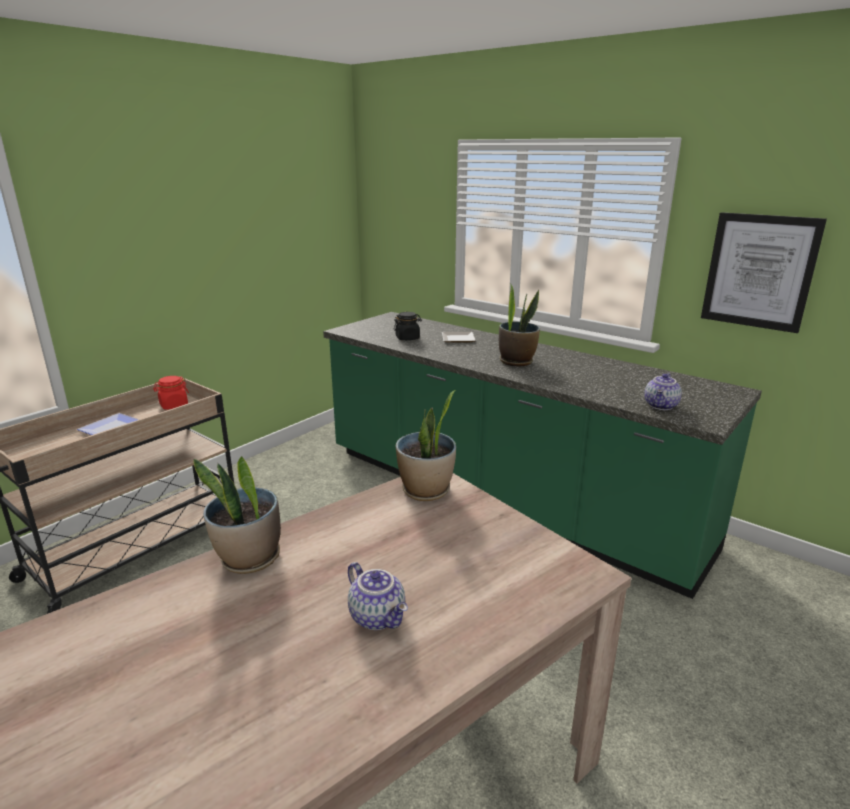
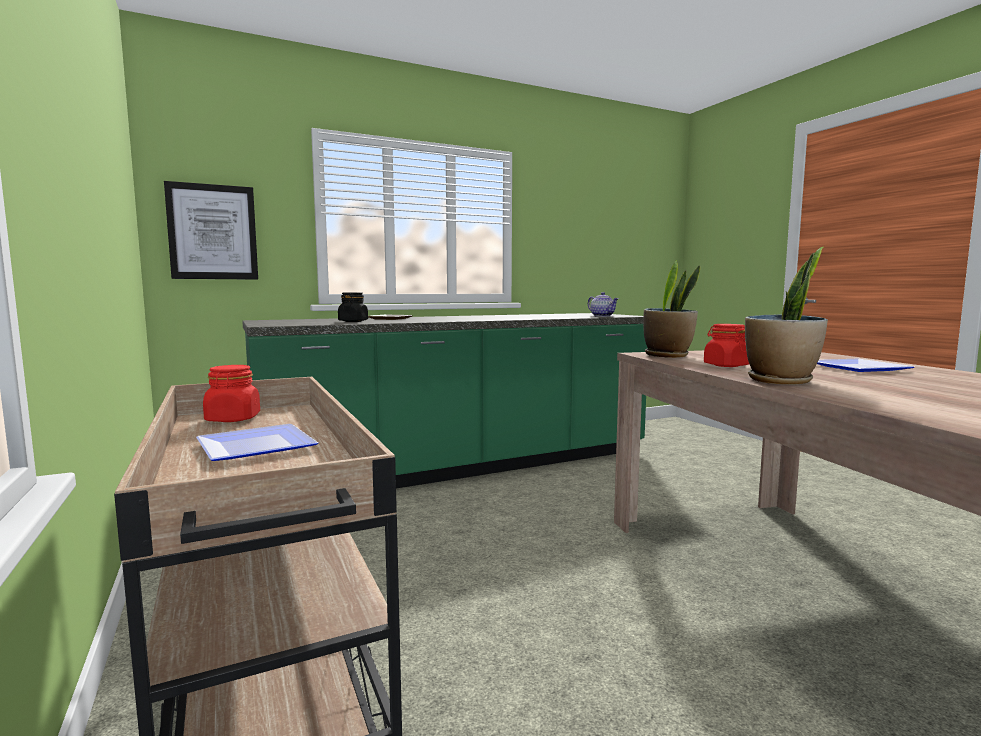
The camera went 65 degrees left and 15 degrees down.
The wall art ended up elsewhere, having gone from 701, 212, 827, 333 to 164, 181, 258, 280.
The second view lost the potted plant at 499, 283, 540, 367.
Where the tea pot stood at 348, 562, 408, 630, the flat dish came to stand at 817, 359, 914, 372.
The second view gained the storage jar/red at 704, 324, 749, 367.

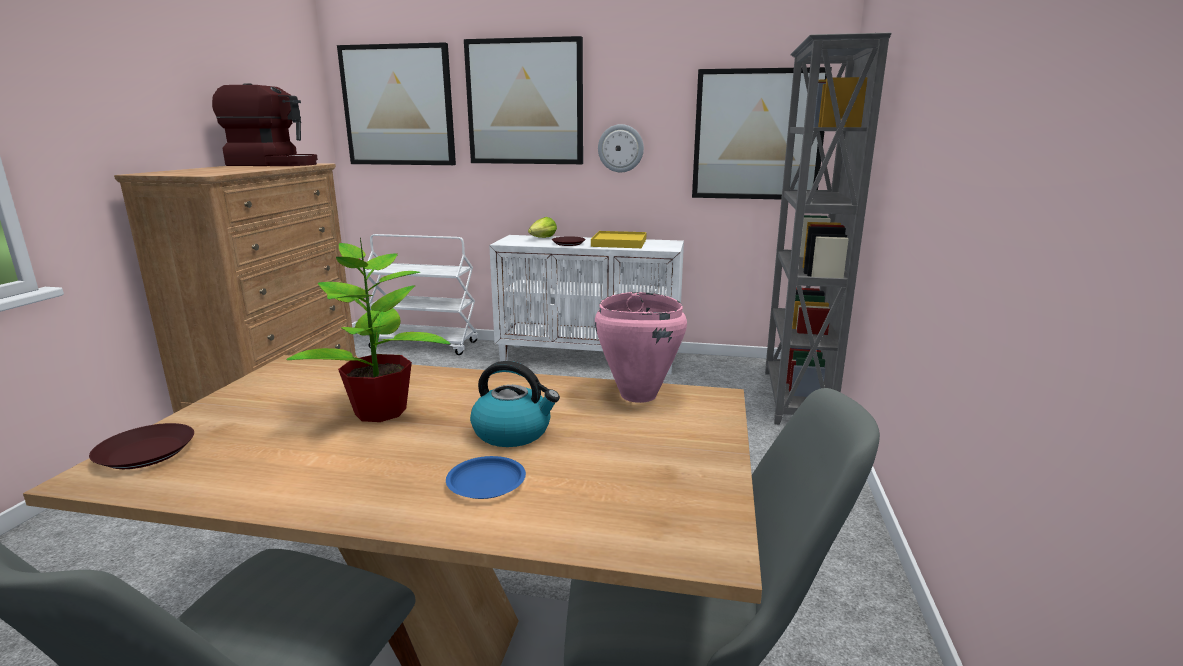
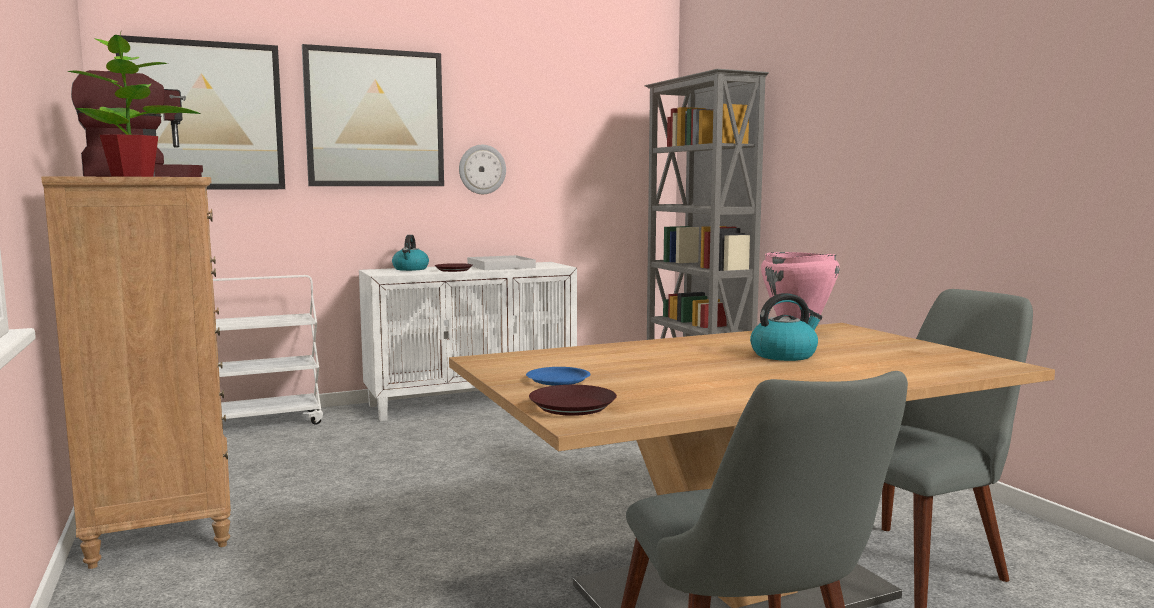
The camera went 35 degrees left and 10 degrees down.
The second view lost the wall art at 692, 67, 832, 199.
Where the head of lettuce stood at 528, 217, 557, 238, the water kettle came to stand at 392, 235, 429, 271.
What was the carrying tray/yellow at 591, 231, 646, 248 turned into the carrying tray/white at 467, 255, 536, 270.
The potted plant ended up elsewhere, having gone from 286, 238, 450, 422 to 68, 34, 201, 177.
The flat dish/blue-coloured ended up elsewhere, having gone from 446, 456, 526, 499 to 526, 367, 591, 386.

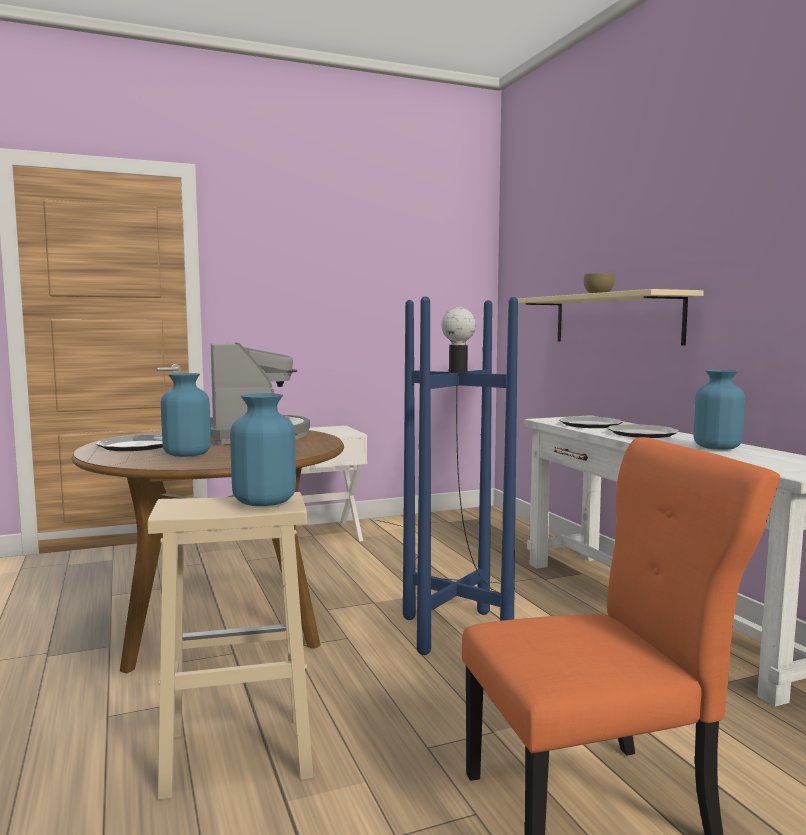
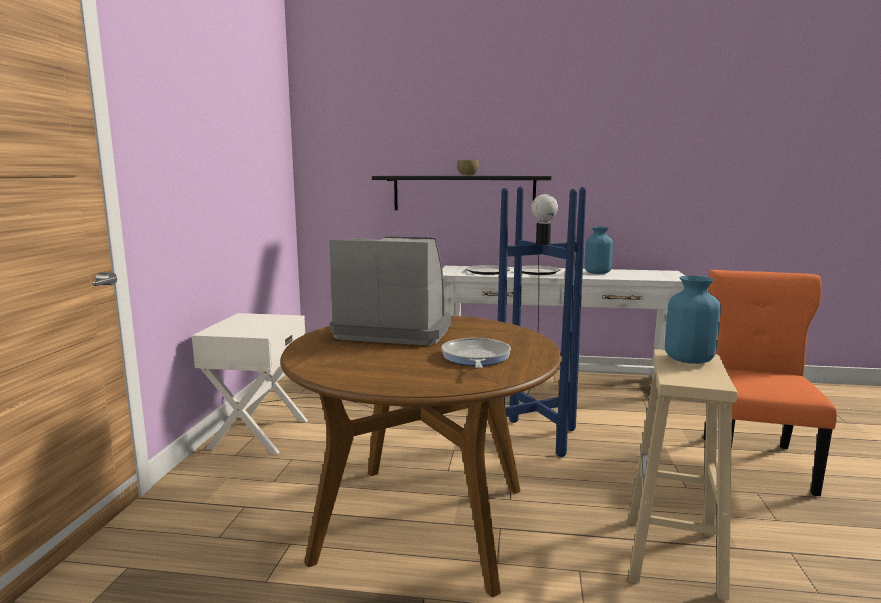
The camera went 60 degrees left and 5 degrees up.
What was the wall shelf/beige at 518, 289, 704, 346 turned into the wall shelf/black at 372, 176, 551, 210.
Where the vase/blue-coloured stood at 161, 373, 211, 457, the frying pan came to stand at 441, 338, 511, 369.
The second view lost the flat dish at 96, 435, 163, 451.

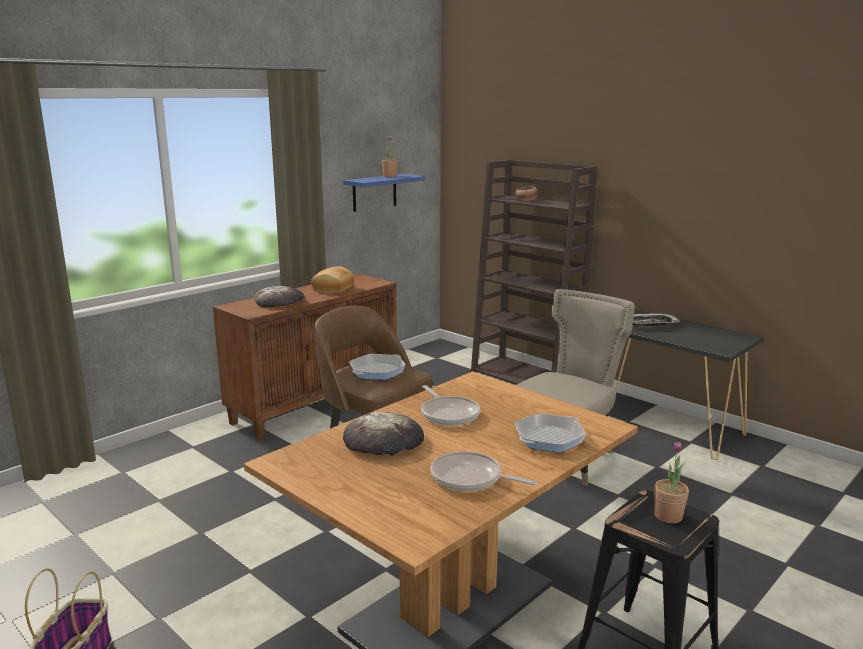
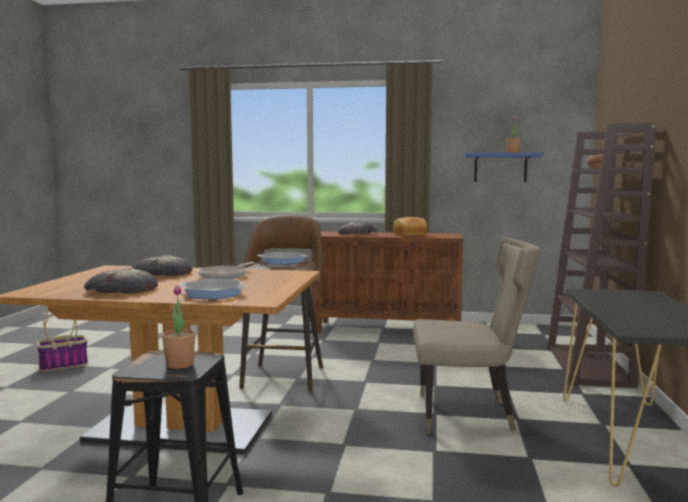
The camera went 55 degrees right and 10 degrees down.
The second view lost the carrying tray at 633, 313, 680, 326.
Where the frying pan stood at 431, 451, 537, 491, the bakery bread came to stand at 84, 268, 158, 294.

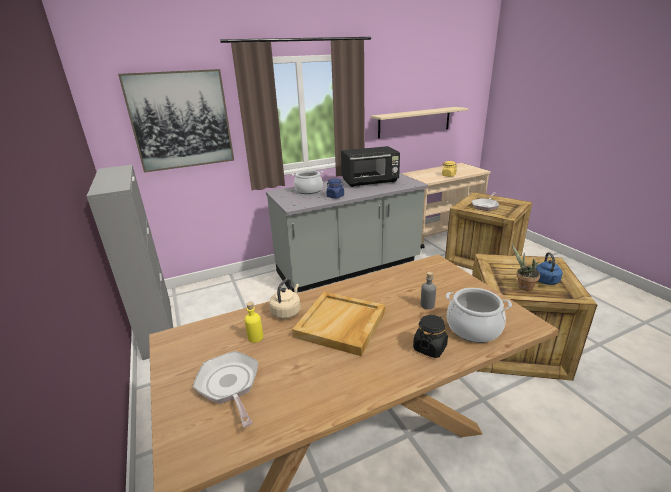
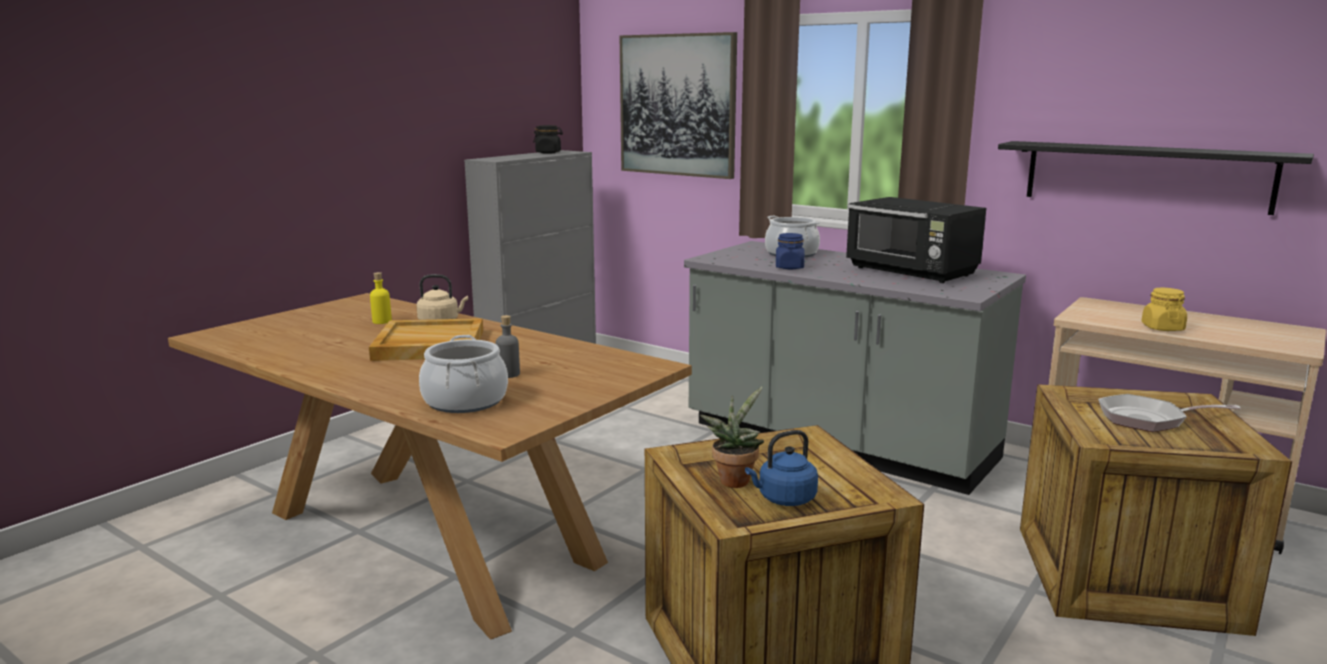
The camera went 60 degrees right and 10 degrees down.
What was the wall shelf/beige at 371, 107, 468, 138 turned into the wall shelf/black at 998, 141, 1314, 215.
The storage jar/black ended up elsewhere, having gone from 413, 315, 448, 358 to 533, 125, 563, 154.
The second view lost the frying pan at 193, 351, 258, 427.

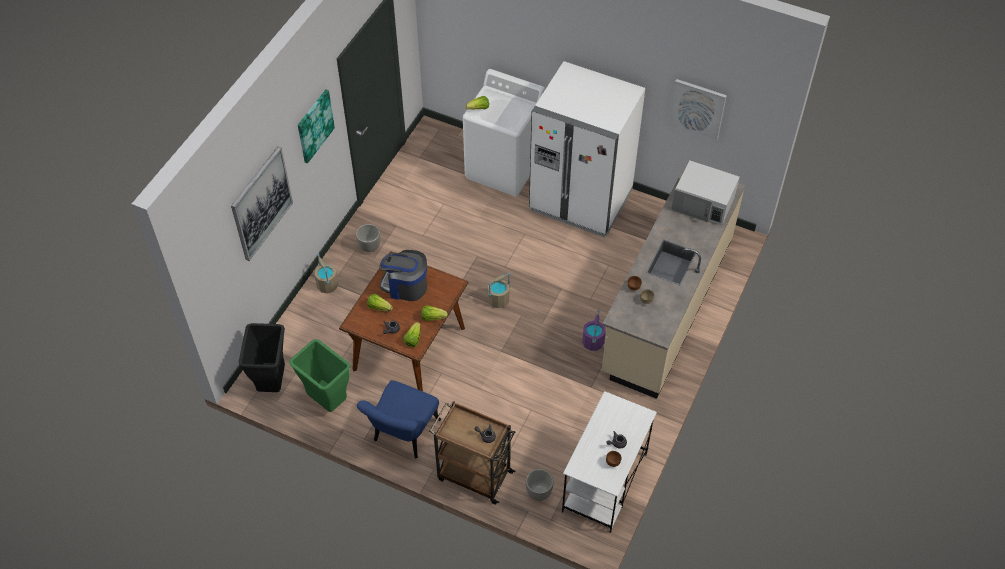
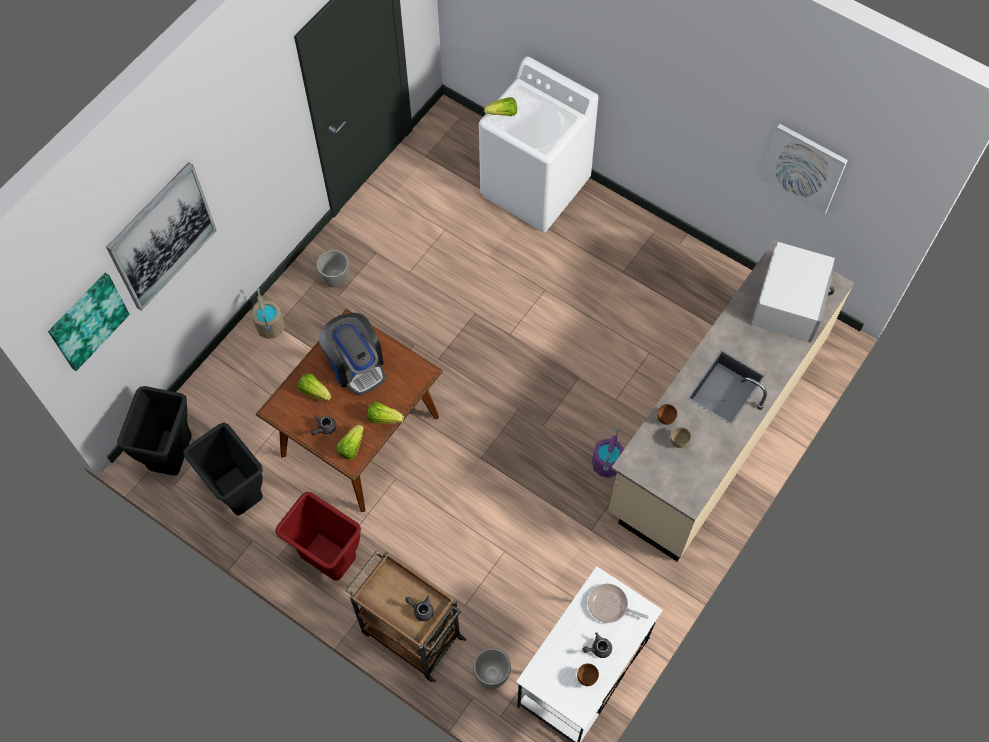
The camera went 10 degrees right and 10 degrees up.
The second view lost the refrigerator/white at 529, 61, 645, 238.
The wall art ended up elsewhere, having gone from 298, 89, 335, 164 to 48, 273, 130, 371.
The kitchen microwave/white at 672, 160, 740, 225 ended up facing another way, 105 degrees counterclockwise from before.
The coffee brewer at 380, 250, 427, 301 ended up facing another way, 150 degrees counterclockwise from before.
The second view lost the pail/beige at 488, 273, 510, 308.
What was the trash can/greenish at 289, 339, 350, 412 turned into the trash can/black at 183, 423, 263, 516.
Where the upright chair/blue-coloured stood at 357, 380, 441, 458, the trash can/red came to stand at 275, 492, 361, 581.
The second view gained the frying pan at 588, 584, 648, 623.

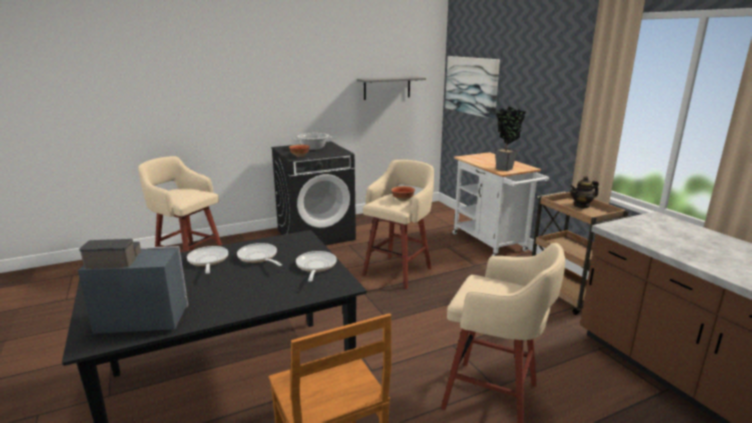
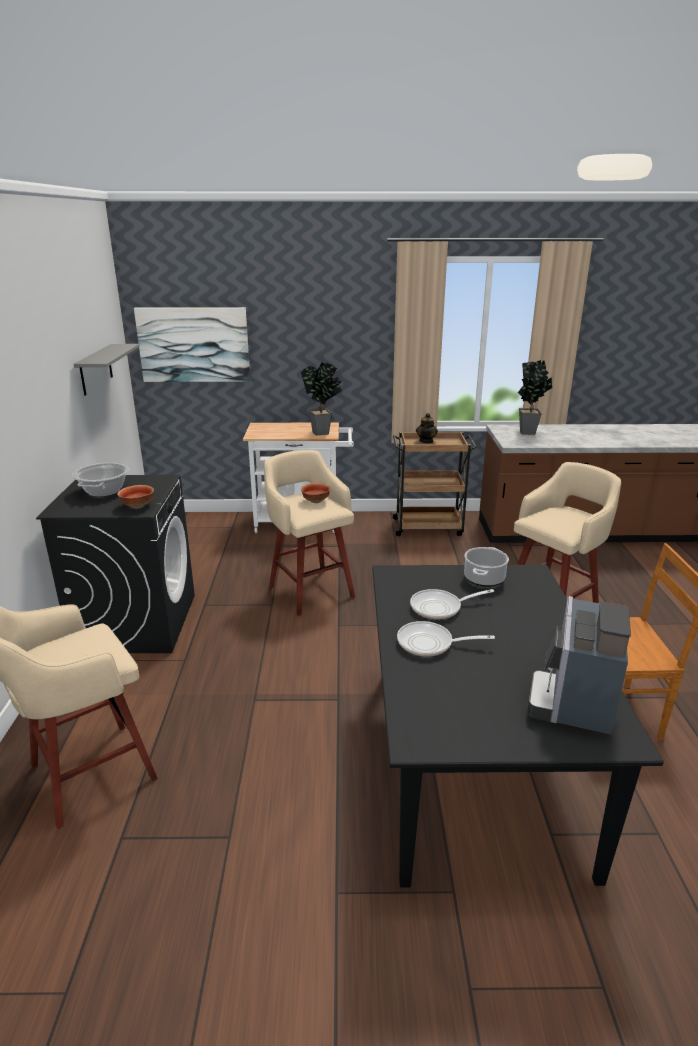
The camera went 65 degrees left and 5 degrees up.
Where the frying pan stood at 296, 251, 337, 282, the stockpot came to stand at 464, 547, 509, 587.
The second view gained the potted plant at 518, 360, 552, 435.

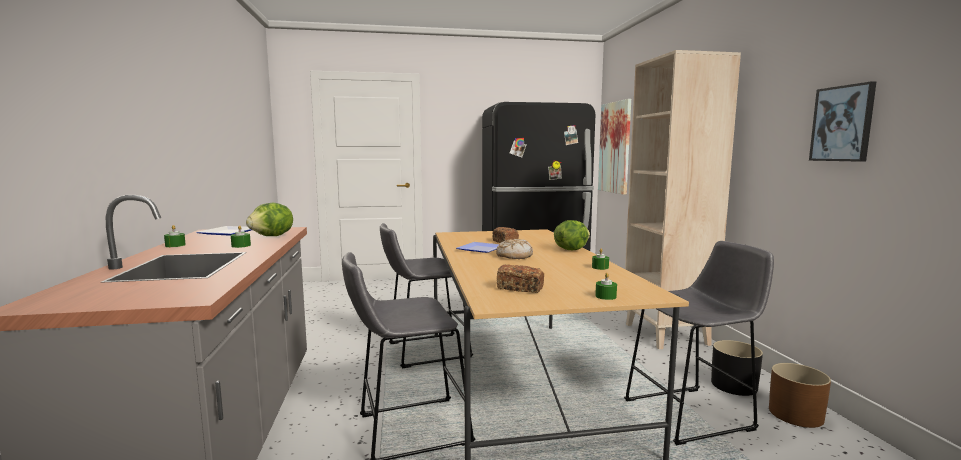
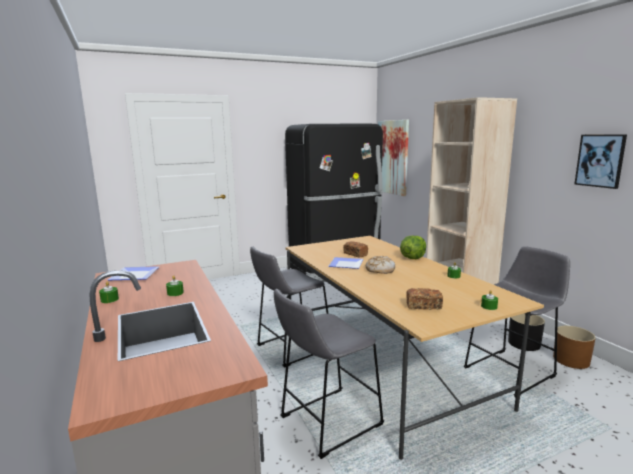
The camera went 15 degrees left and 5 degrees up.
The second view lost the head of lettuce at 246, 203, 293, 236.

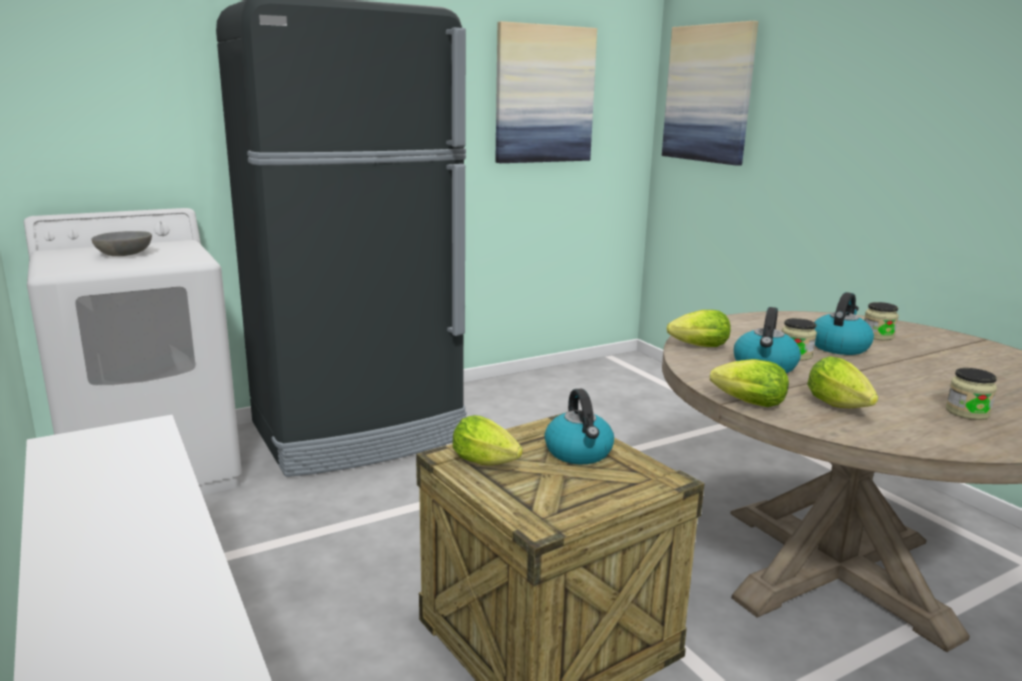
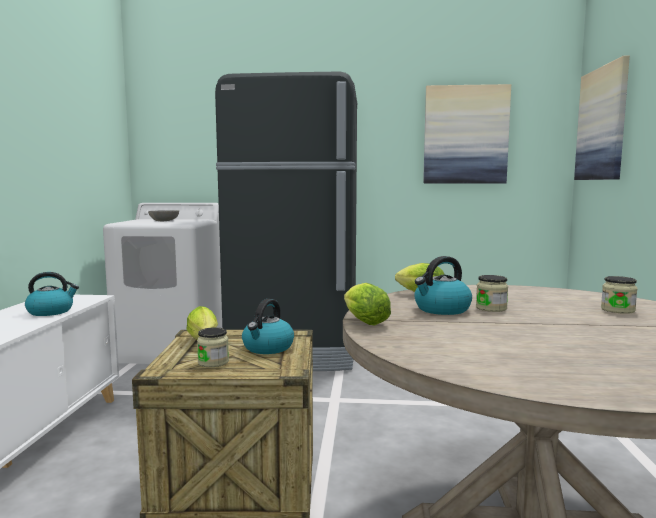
The camera went 35 degrees right and 10 degrees down.
The water kettle ended up elsewhere, having gone from 814, 292, 874, 355 to 25, 272, 79, 316.
The second view lost the head of lettuce at 807, 357, 878, 408.
The storage jar ended up elsewhere, having gone from 946, 368, 997, 420 to 197, 327, 229, 367.

